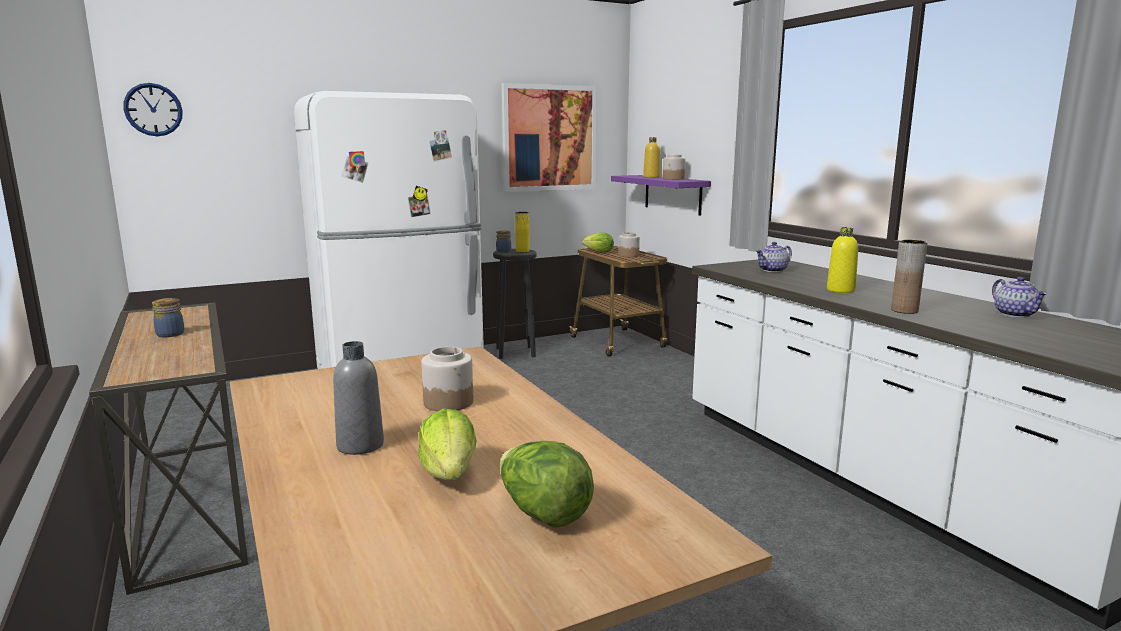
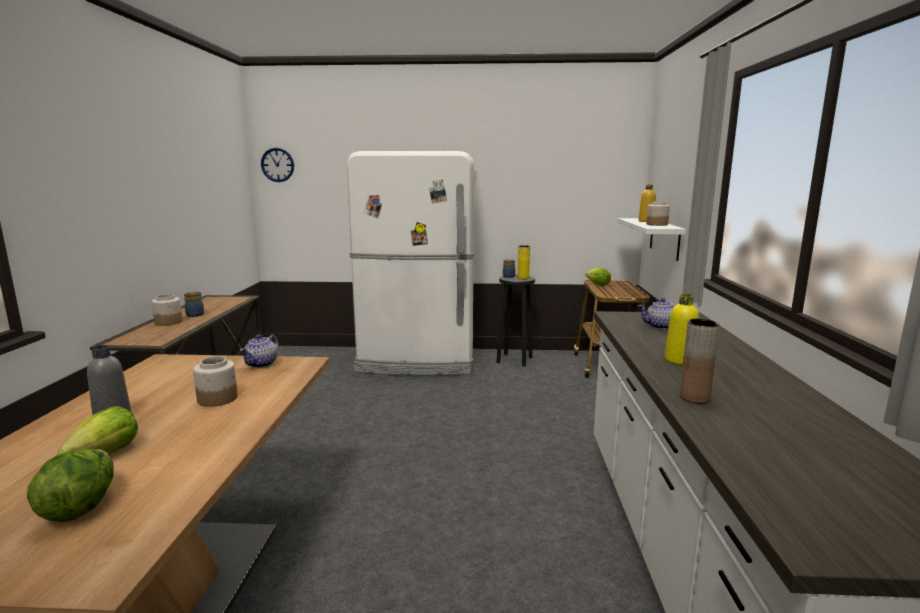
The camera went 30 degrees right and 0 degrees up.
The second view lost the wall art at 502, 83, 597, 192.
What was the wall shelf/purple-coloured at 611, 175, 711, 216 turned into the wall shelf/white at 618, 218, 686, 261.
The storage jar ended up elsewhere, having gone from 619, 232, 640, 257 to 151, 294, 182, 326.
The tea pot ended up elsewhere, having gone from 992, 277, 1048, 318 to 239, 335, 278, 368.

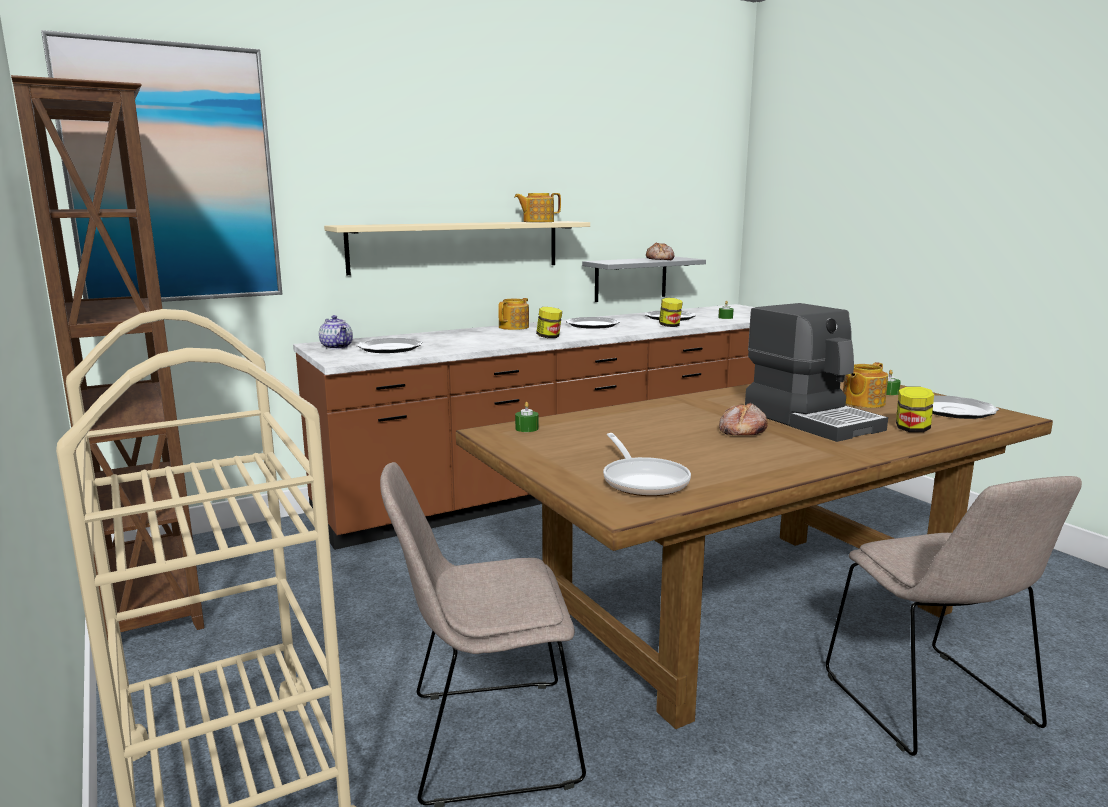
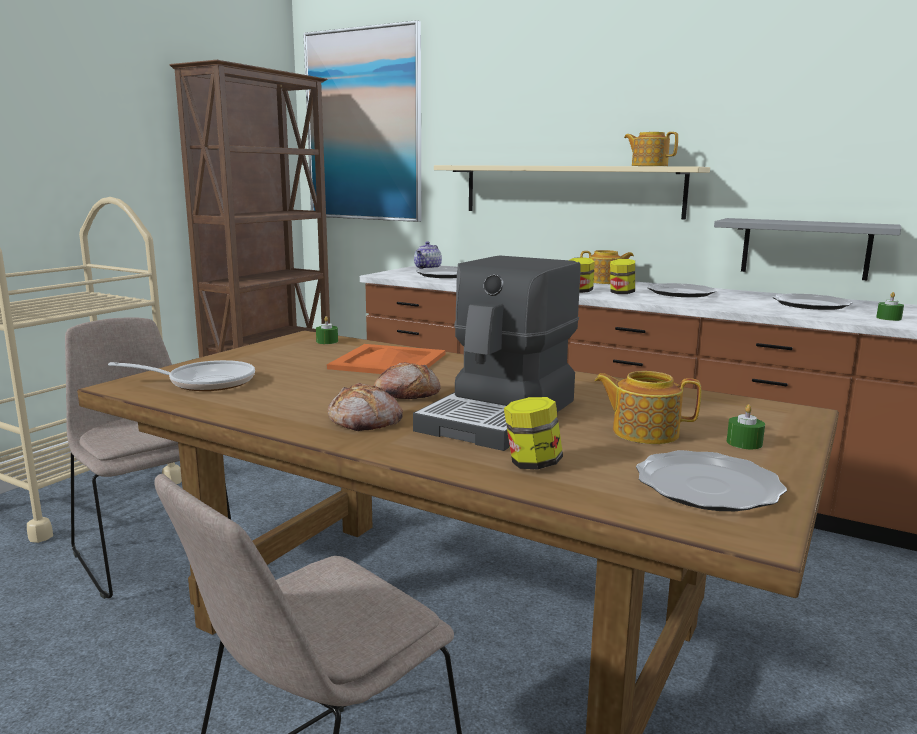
The camera went 60 degrees right and 0 degrees up.
The bakery bread ended up elsewhere, having gone from 646, 243, 674, 260 to 328, 383, 403, 431.
The storage jar ended up elsewhere, having gone from 659, 298, 683, 327 to 610, 259, 635, 294.
The frying pan at 603, 433, 691, 496 ended up facing another way, 135 degrees counterclockwise from before.
The second view gained the carrying tray/orangey at 327, 344, 445, 374.

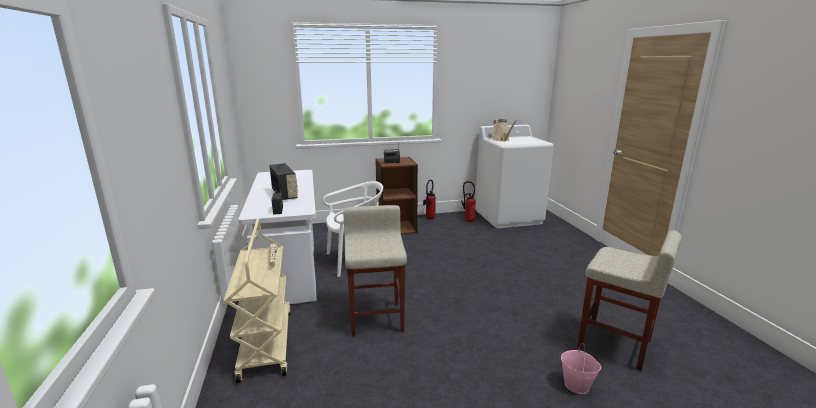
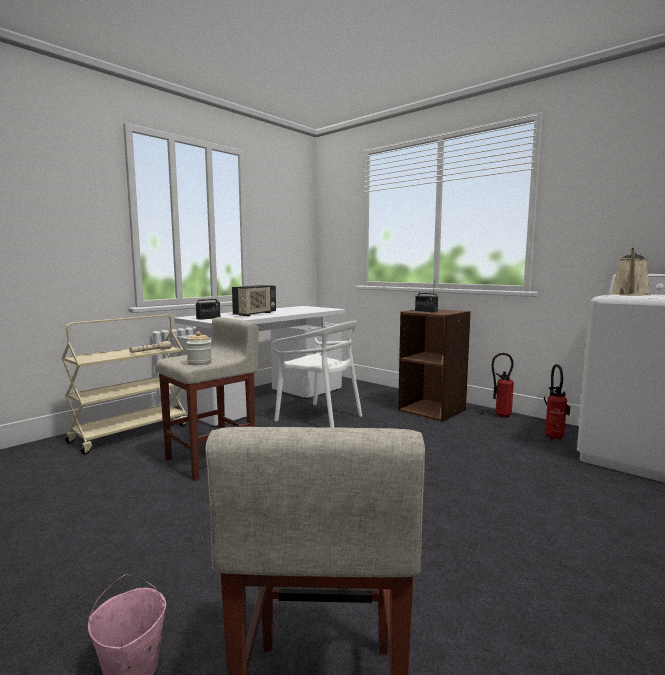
The camera went 55 degrees right and 10 degrees down.
The second view gained the storage jar at 186, 331, 212, 365.

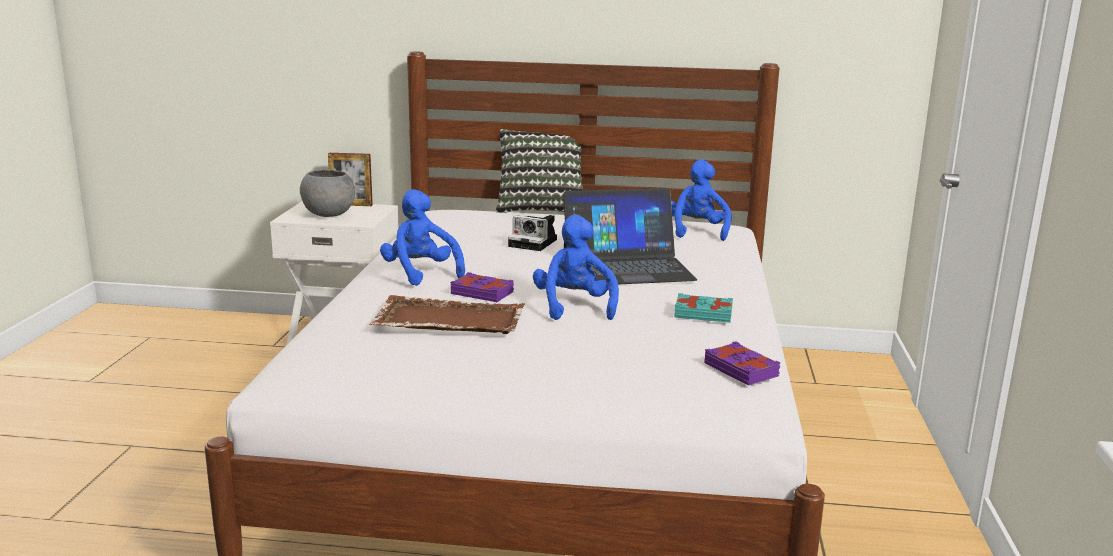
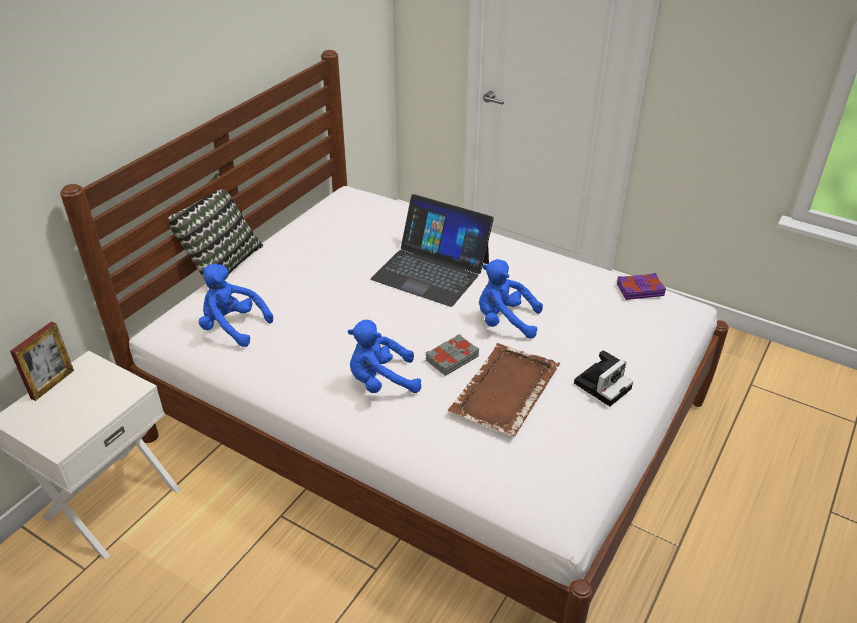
The camera went 65 degrees left and 20 degrees up.
The soft toy/blue-coloured ended up elsewhere, having gone from 671, 159, 732, 241 to 199, 264, 273, 347.
The second view lost the serving bowl/grey at 300, 169, 355, 217.
The laptop at 563, 188, 697, 284 ended up facing another way, 105 degrees clockwise from before.
The still camera ended up elsewhere, having gone from 508, 215, 557, 251 to 574, 350, 633, 406.
What was the volume/purple-coloured at 450, 272, 514, 302 turned into the volume/grey at 425, 334, 479, 376.
The second view lost the volume/turquoise at 674, 293, 733, 323.

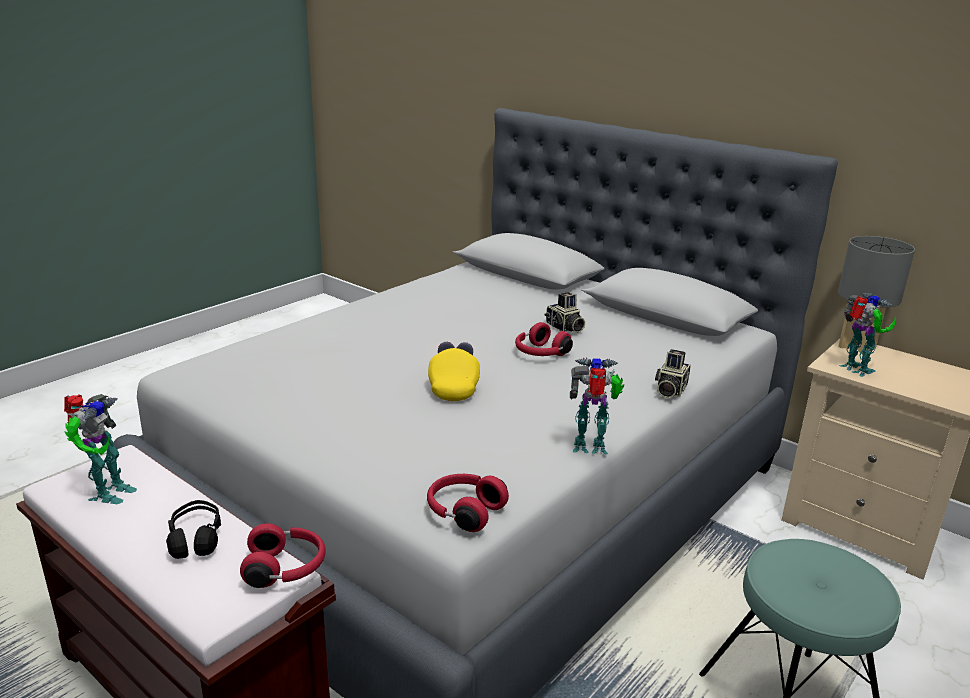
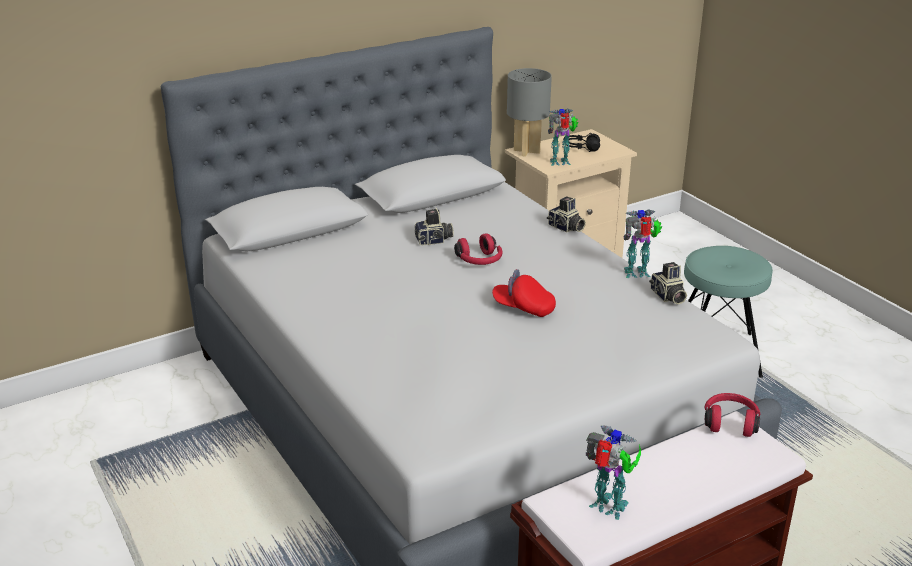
The camera went 70 degrees left and 5 degrees up.
What was the baseball cap/yellow at 428, 342, 480, 401 turned into the baseball cap/red at 492, 269, 556, 317.
The toy robot at 570, 357, 624, 454 ended up facing another way, 60 degrees clockwise from before.
The second view lost the headset/red at 427, 474, 509, 532.
The headset/black ended up elsewhere, having gone from 166, 500, 221, 559 to 563, 133, 600, 152.
The second view gained the still camera at 649, 262, 687, 304.

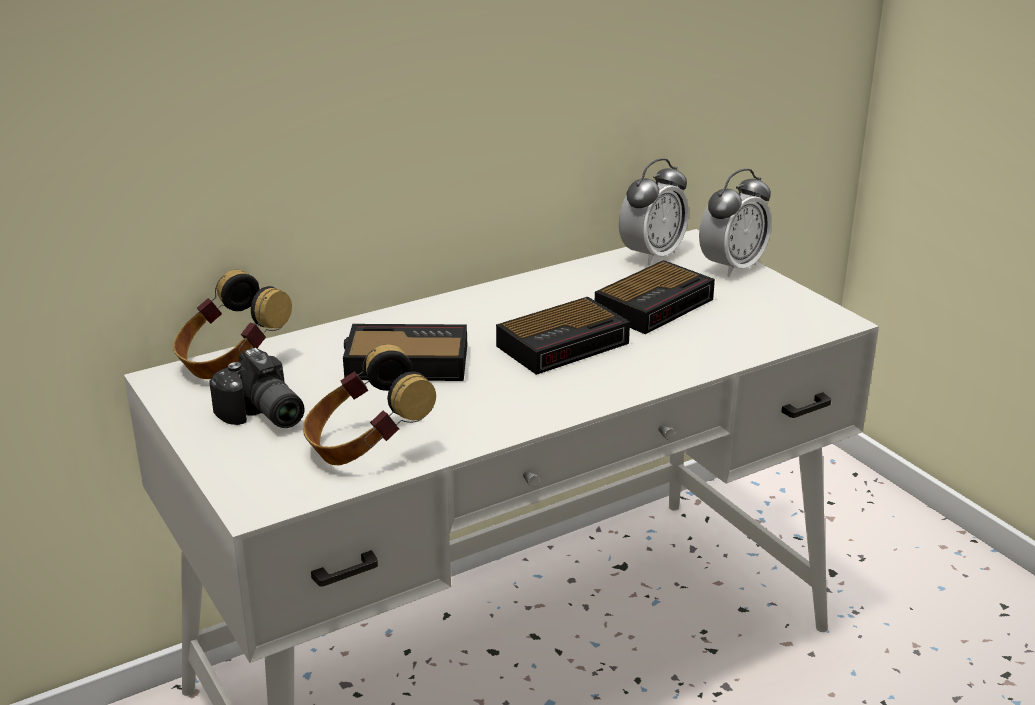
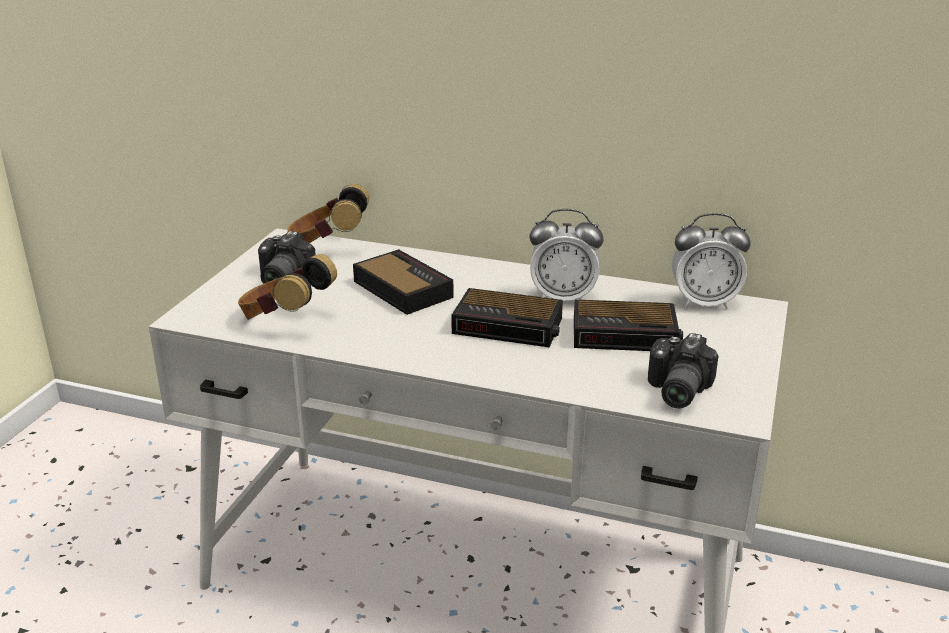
The camera went 50 degrees right and 0 degrees up.
The alarm clock ended up elsewhere, having gone from 699, 168, 772, 277 to 529, 209, 604, 301.
The second view gained the still camera at 648, 333, 718, 408.

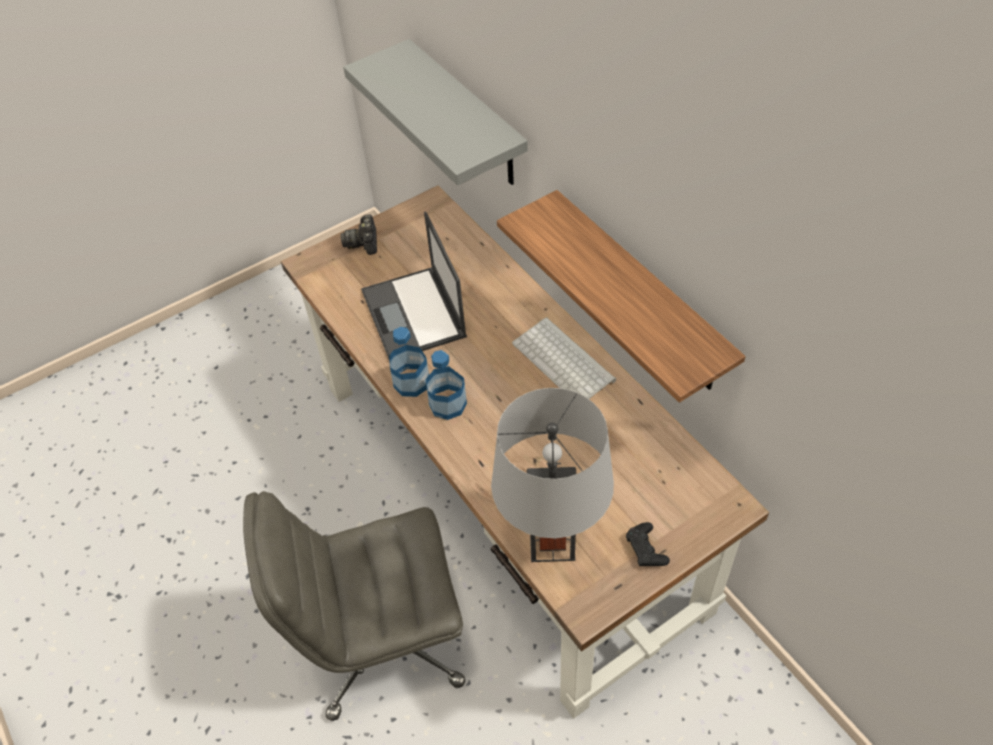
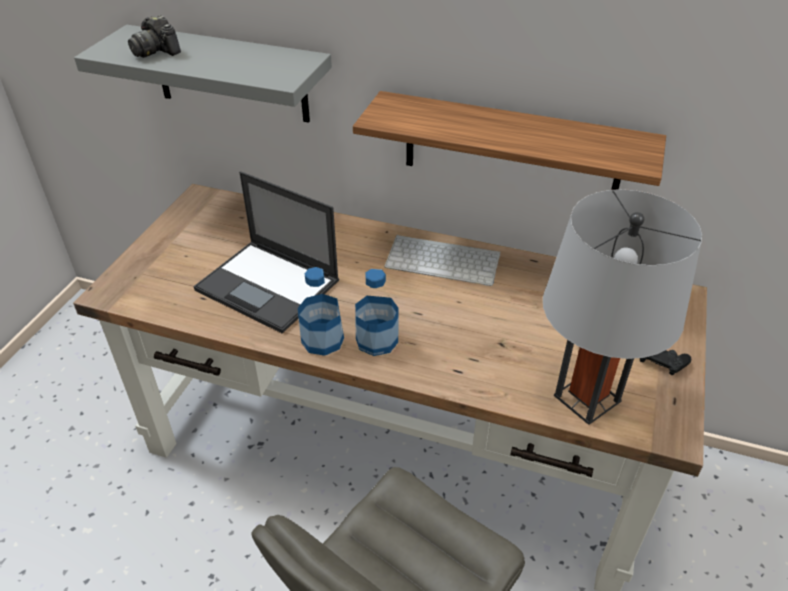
The camera went 40 degrees left and 10 degrees down.
The still camera ended up elsewhere, having gone from 341, 215, 377, 255 to 128, 15, 181, 58.

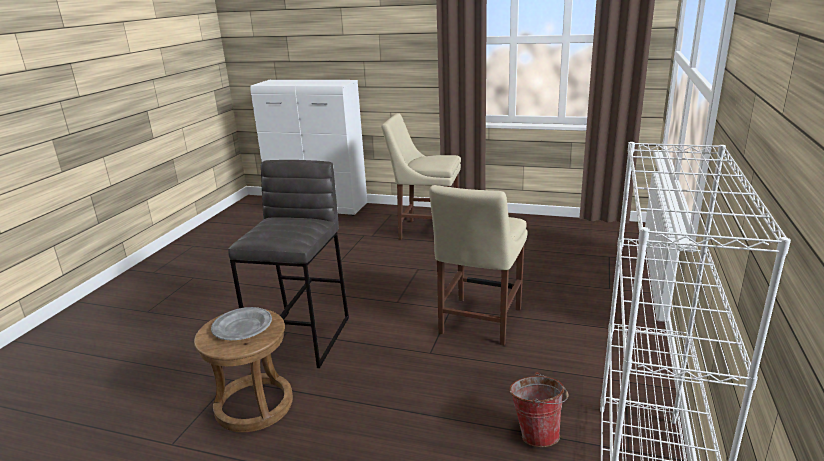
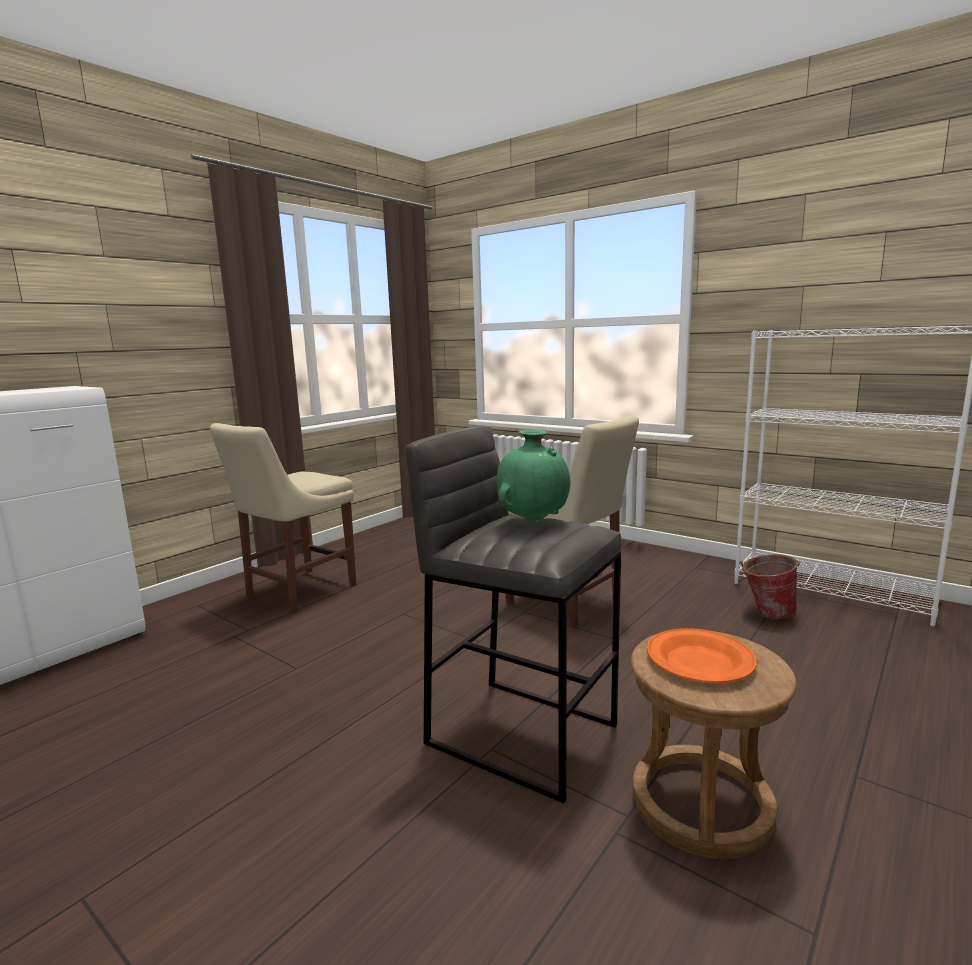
The camera went 70 degrees left and 10 degrees down.
What was the flat dish/grey at 211, 307, 272, 340 turned into the flat dish/orangey at 647, 628, 757, 683.
The second view gained the vase/greenish at 497, 430, 570, 522.

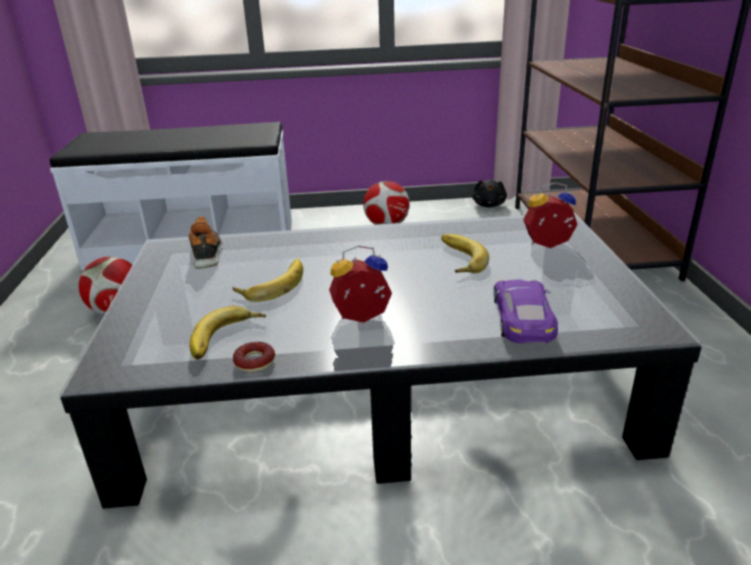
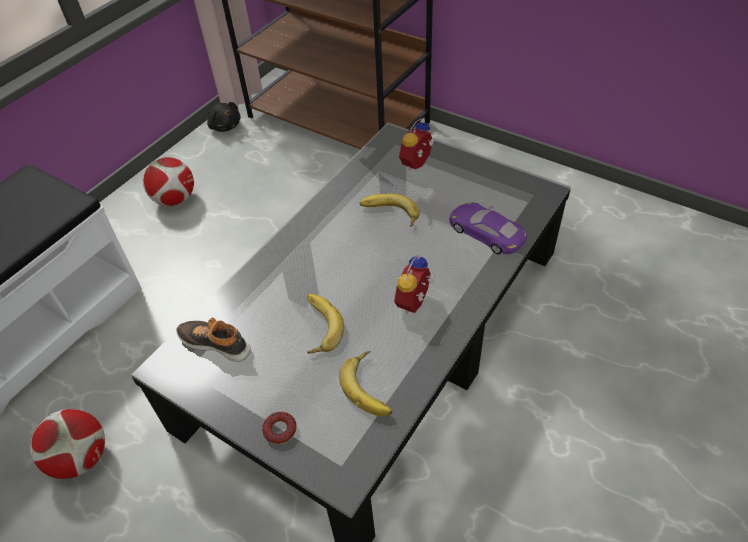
The camera went 50 degrees left and 20 degrees up.
The donut ended up elsewhere, having gone from 233, 342, 275, 372 to 262, 412, 296, 444.

